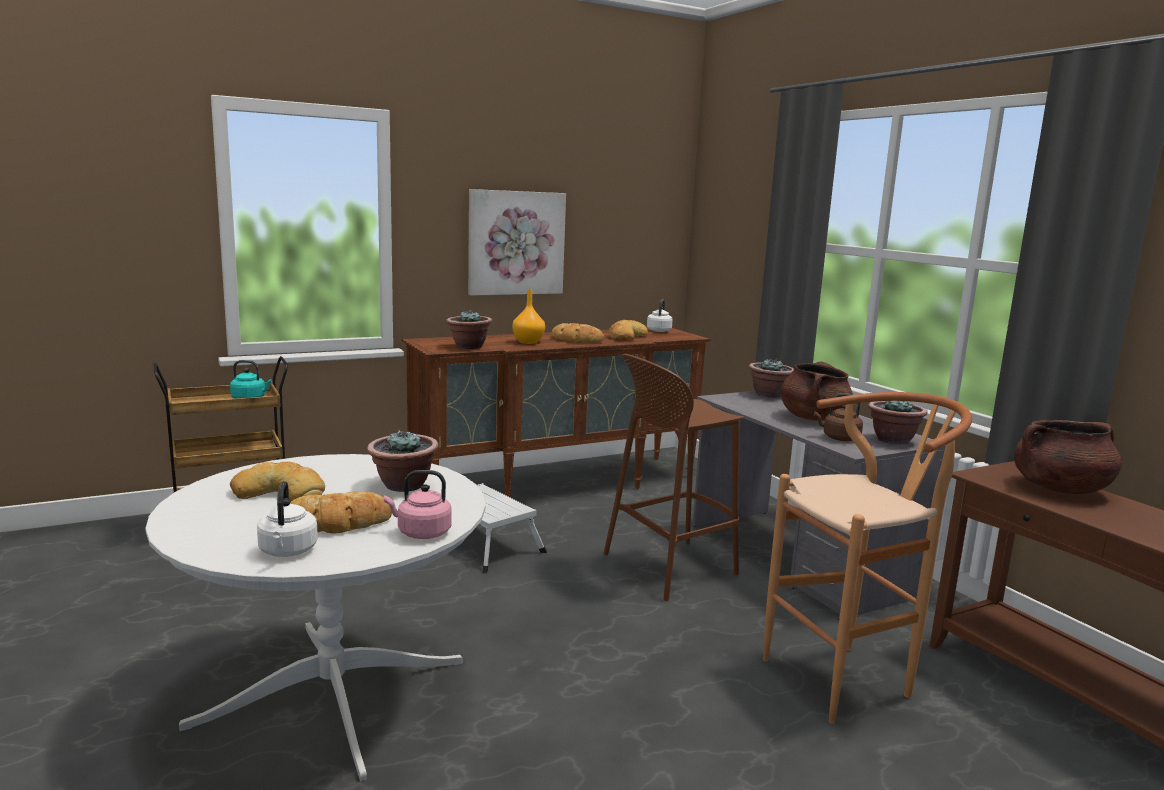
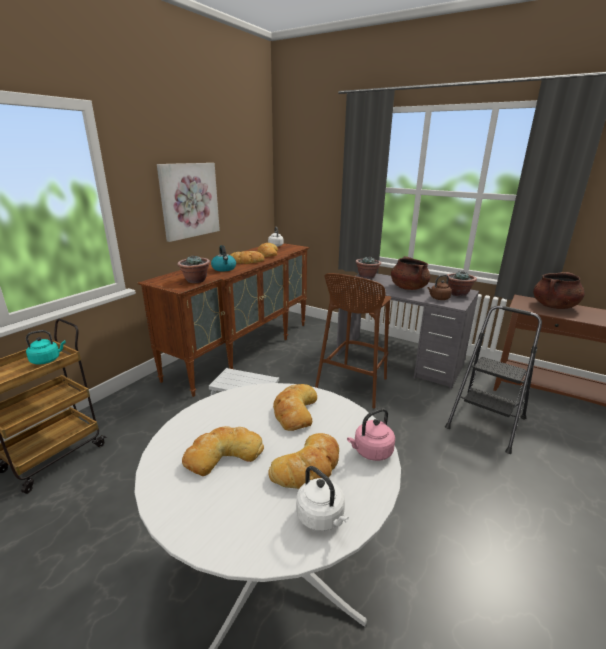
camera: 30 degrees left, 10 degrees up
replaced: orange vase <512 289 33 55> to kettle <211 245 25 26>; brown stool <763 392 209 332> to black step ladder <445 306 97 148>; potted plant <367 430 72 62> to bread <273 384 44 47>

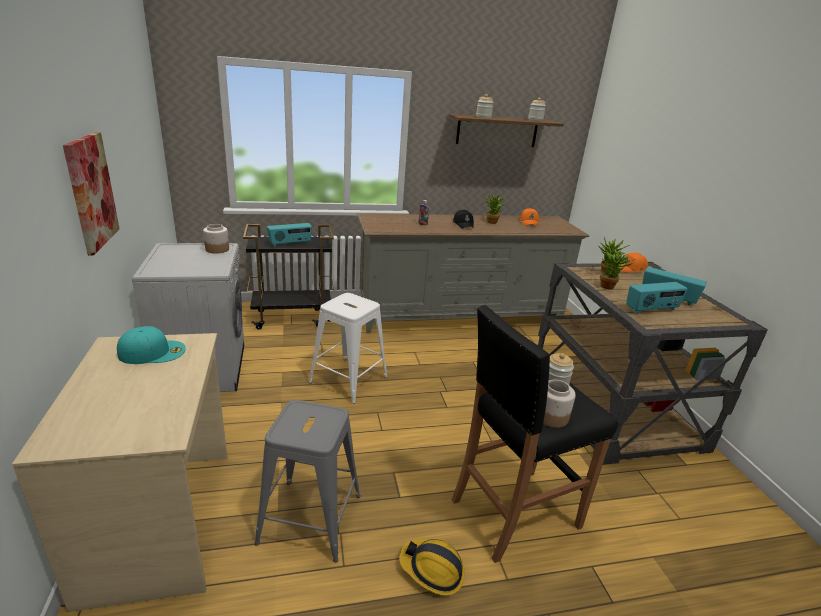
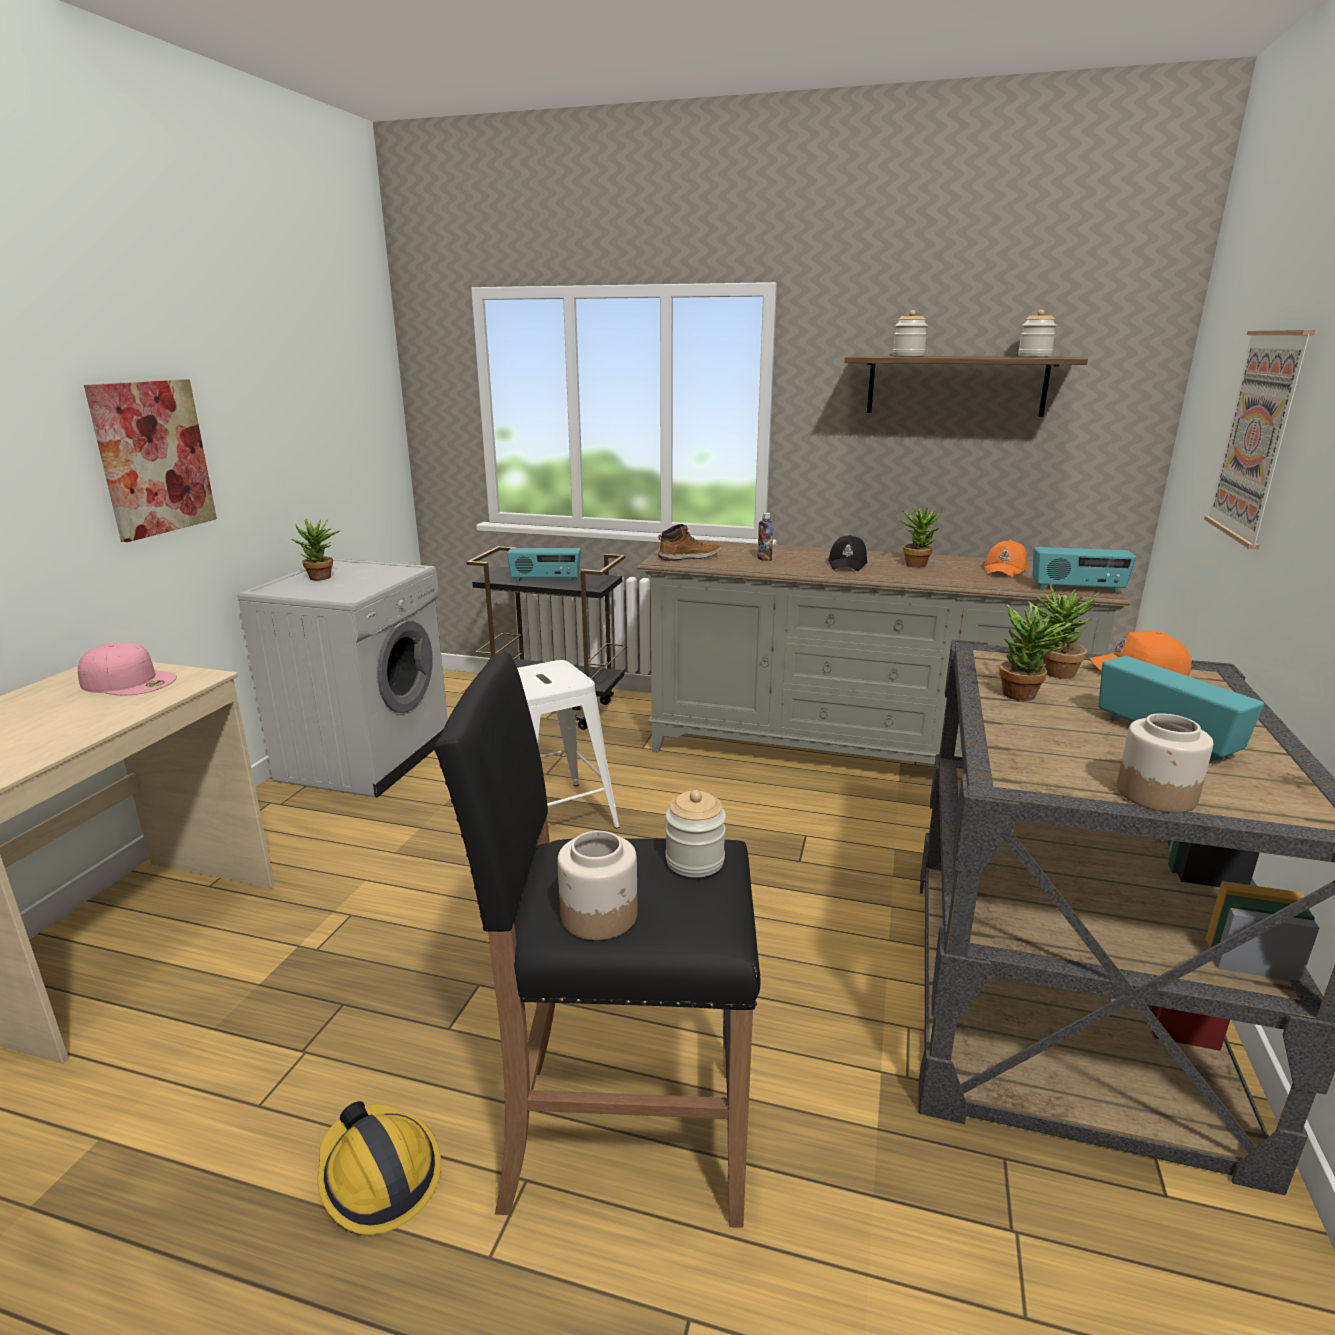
camera: 30 degrees right, 5 degrees down
removed: grey stool <255 400 105 162>
added: picture <1204 330 111 219>; potted plant <292 518 48 62>; boot <658 524 63 37>
moved: jar <203 224 26 30> to <1117 713 96 100>; radio <626 282 62 32> to <1032 547 104 46>
recoloured: turquoise cap <117 326 69 38> to pink cap <78 642 99 53>

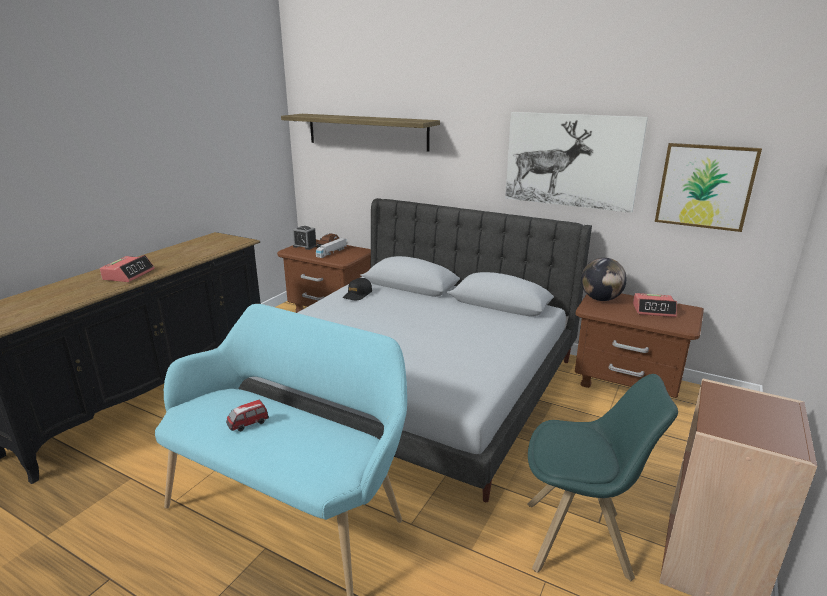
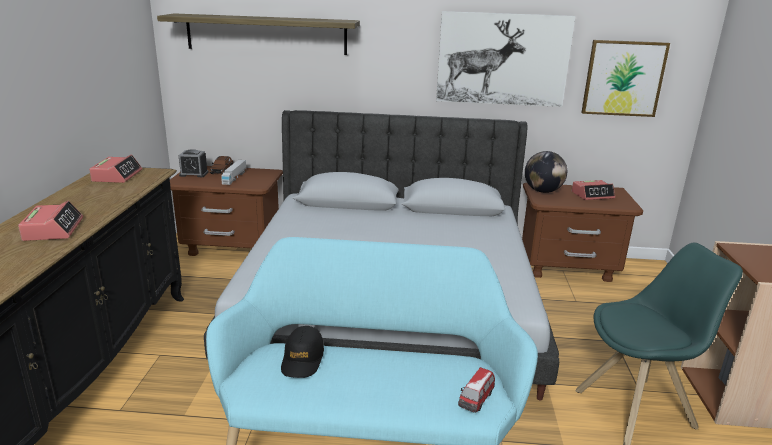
camera: 25 degrees left, 0 degrees up
added: alarm clock <89 155 53 28>
moved: black cap <343 278 29 22> to <281 326 43 52>; toy car <226 399 43 32> to <458 367 37 46>

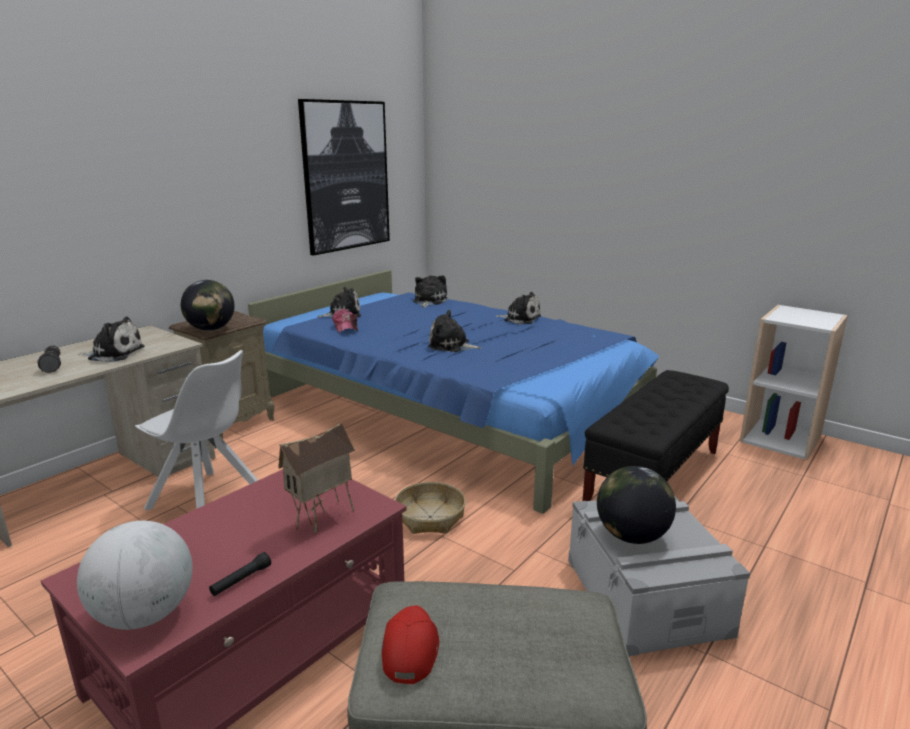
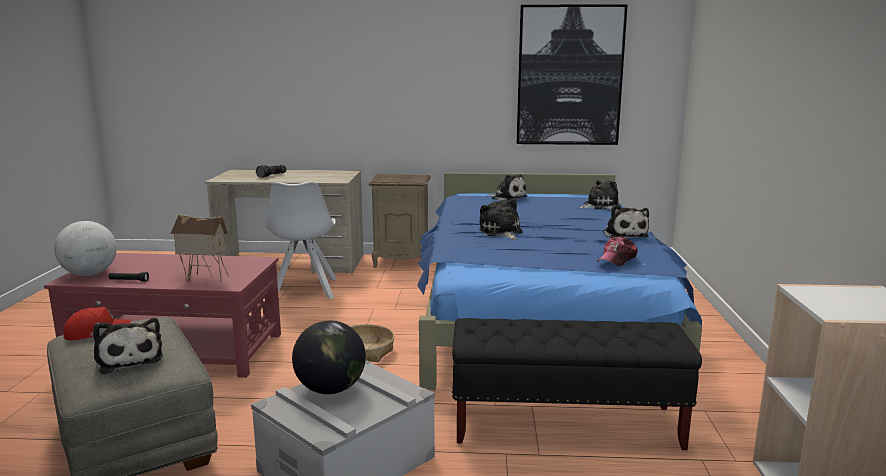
camera: 55 degrees right, 5 degrees down
removed: globe <181 280 54 50>
moved: cap <332 309 26 24> to <597 237 41 30>; plush toy <77 317 68 45> to <93 318 70 56>

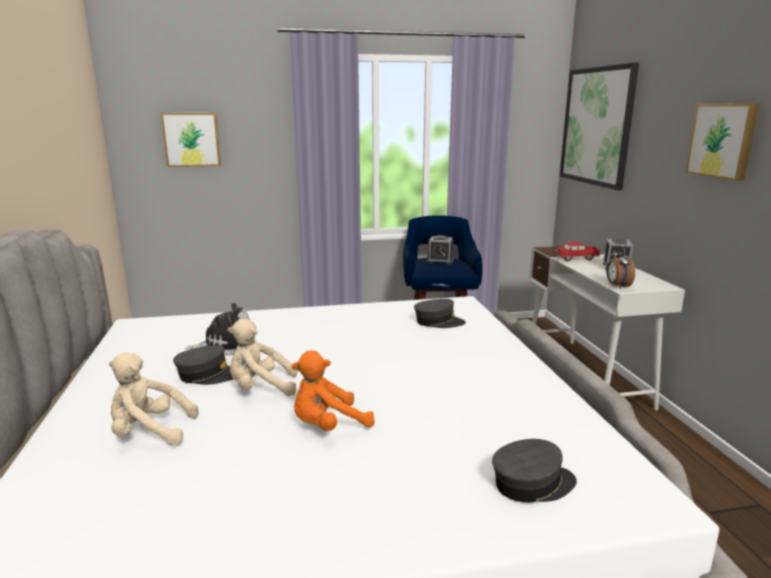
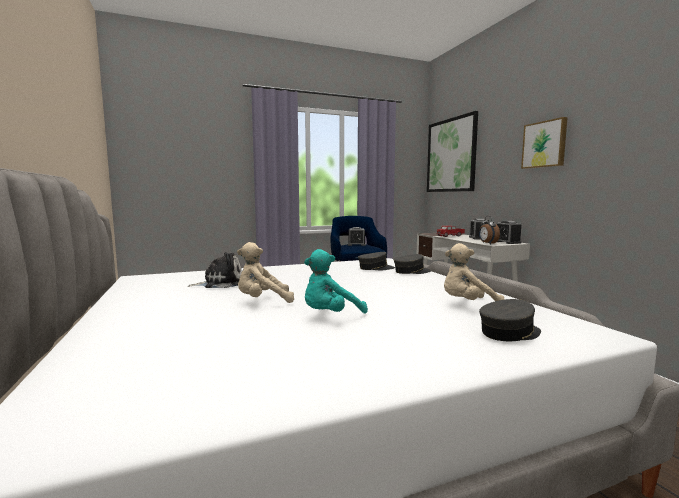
camera: 10 degrees left, 10 degrees down
removed: picture <161 113 60 54>
added: alarm clock <496 221 26 23>
moved: grey cap <173 345 60 40> to <394 254 37 20>; beige plush toy <109 353 90 92> to <444 243 61 58>
recoloured: orange plush toy <291 350 84 81> to turquoise plush toy <304 249 64 65>

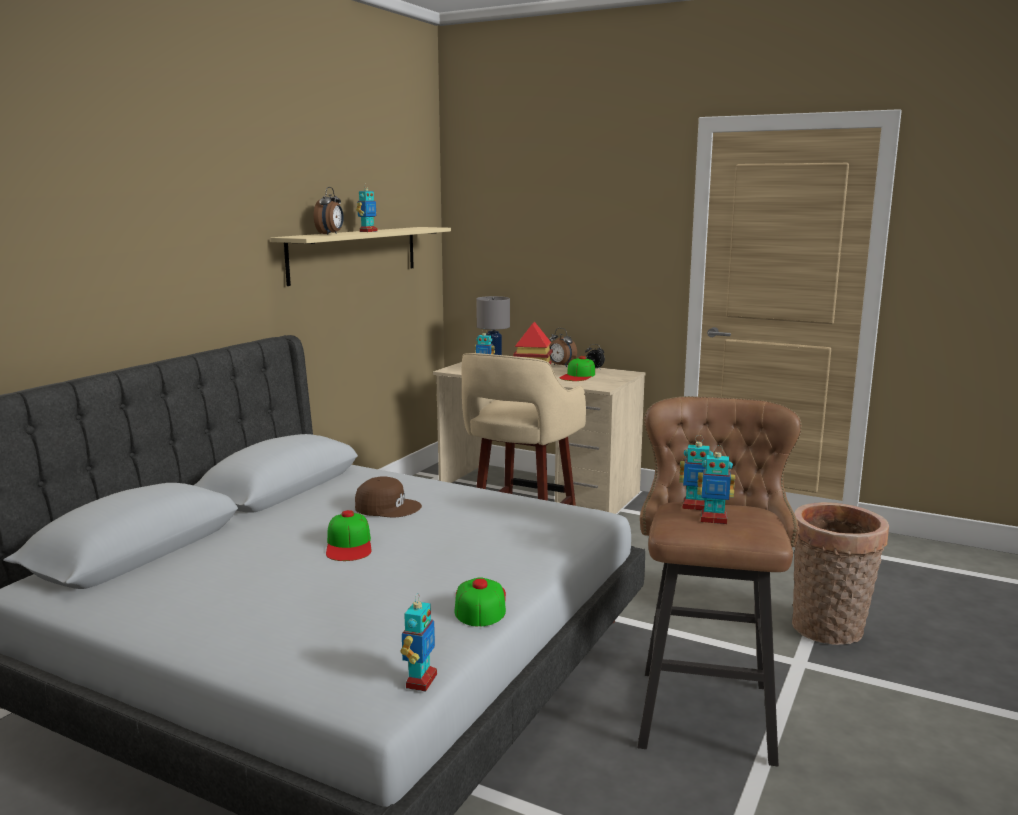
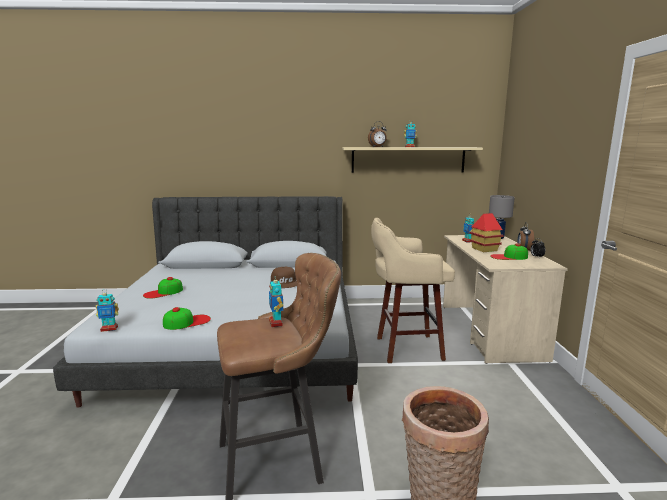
camera: 60 degrees right, 0 degrees up
removed: toy robot <697 445 38 79>
moved: cap <326 510 46 51> to <143 277 40 22>

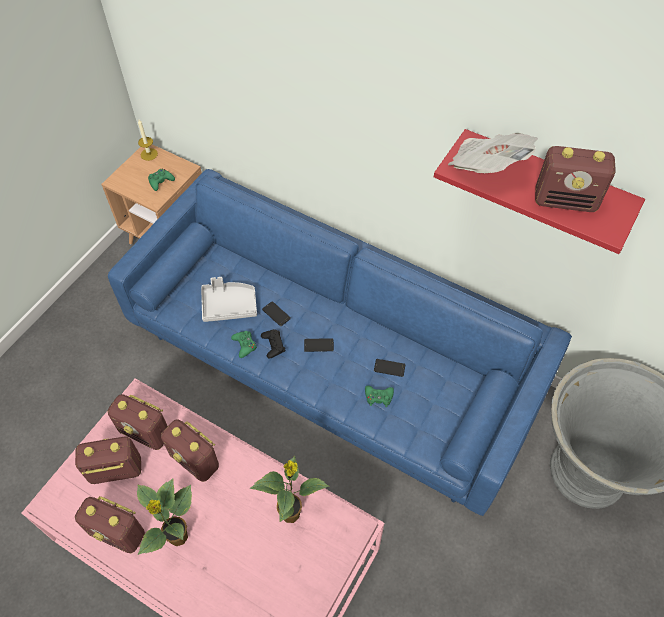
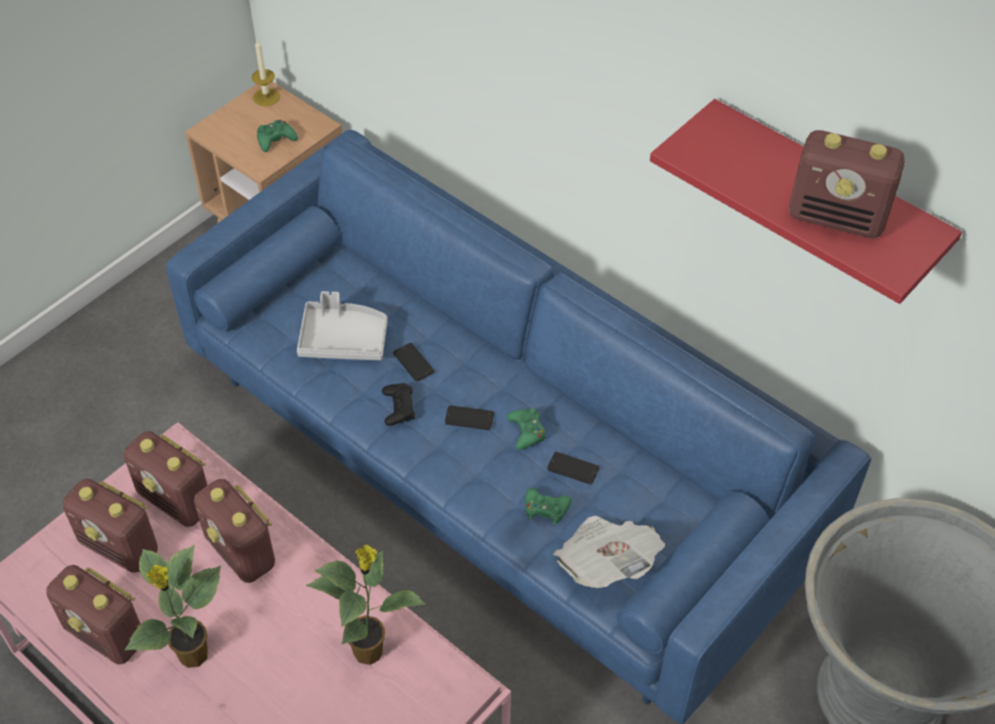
camera: 10 degrees right, 5 degrees down
moved: newspaper <448 133 90 40> to <553 516 112 72>; green game controller <231 331 26 27> to <507 408 39 42>
turned: radio <75 437 66 47> = <63 479 95 94> 150 degrees counterclockwise

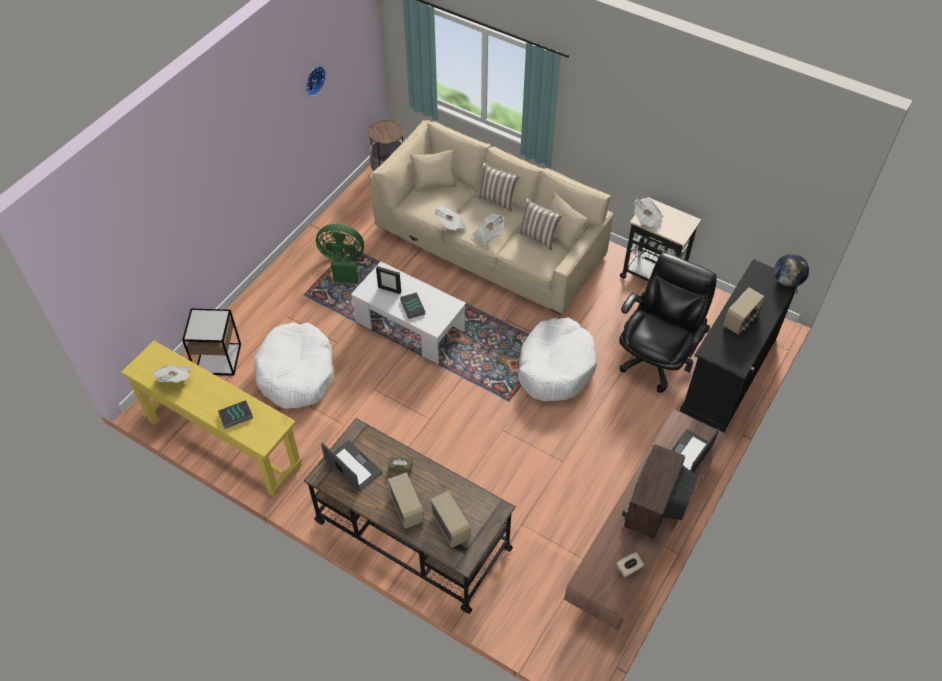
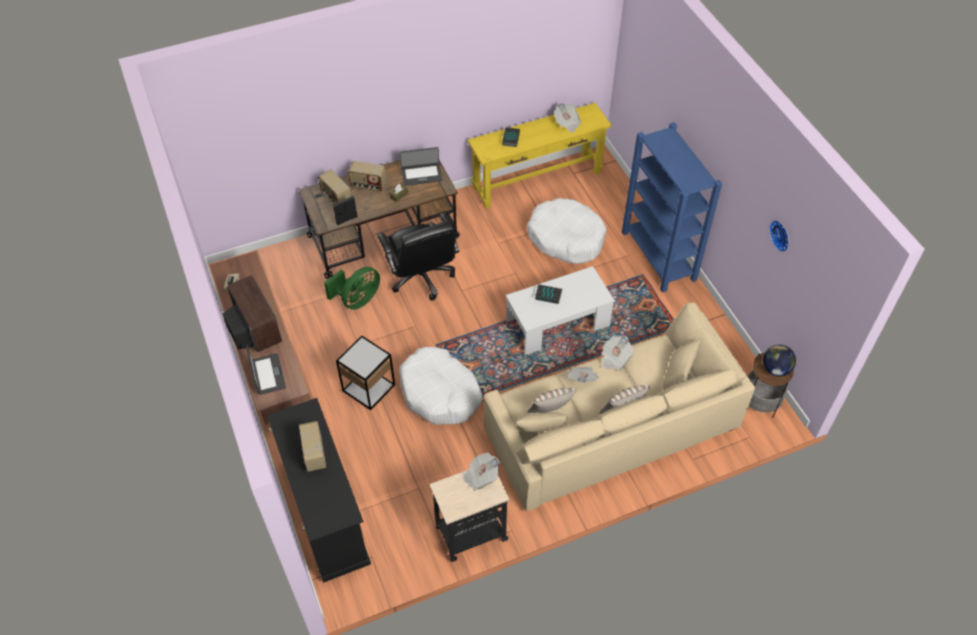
camera: 125 degrees right, 0 degrees up
added: blue bookcase <622 122 100 170>
moved: green fan <316 224 48 60> to <324 267 56 43>; black office chair <619 252 98 141> to <378 212 81 89>; globe <774 254 35 33> to <763 344 33 32>; picture frame <376 266 25 28> to <333 196 25 29>; side table <182 309 59 67> to <336 336 59 74>
turned: radio <430 491 41 57> = <318 170 33 35> 45 degrees clockwise

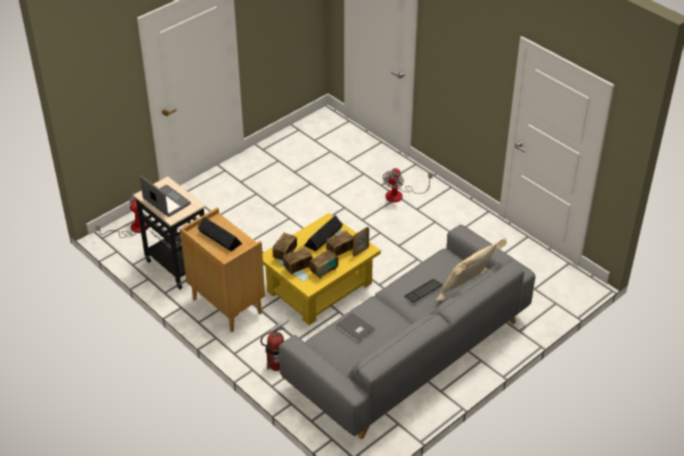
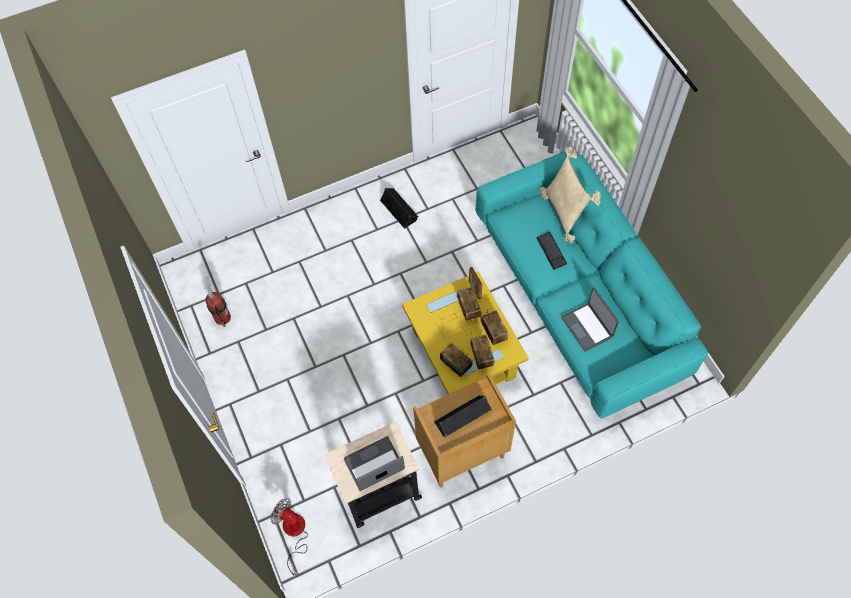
camera: 70 degrees left, 20 degrees up
removed: fan <382 168 51 34>
moved: black speaker <304 214 39 38> to <380 188 38 41>; fire extinguisher <260 319 30 52> to <205 276 26 51>
replaced: grey book <336 312 39 31> to laptop <561 287 58 65>
recoloured: grey sofa <279 225 256 214> to turquoise sofa <475 151 234 267>

